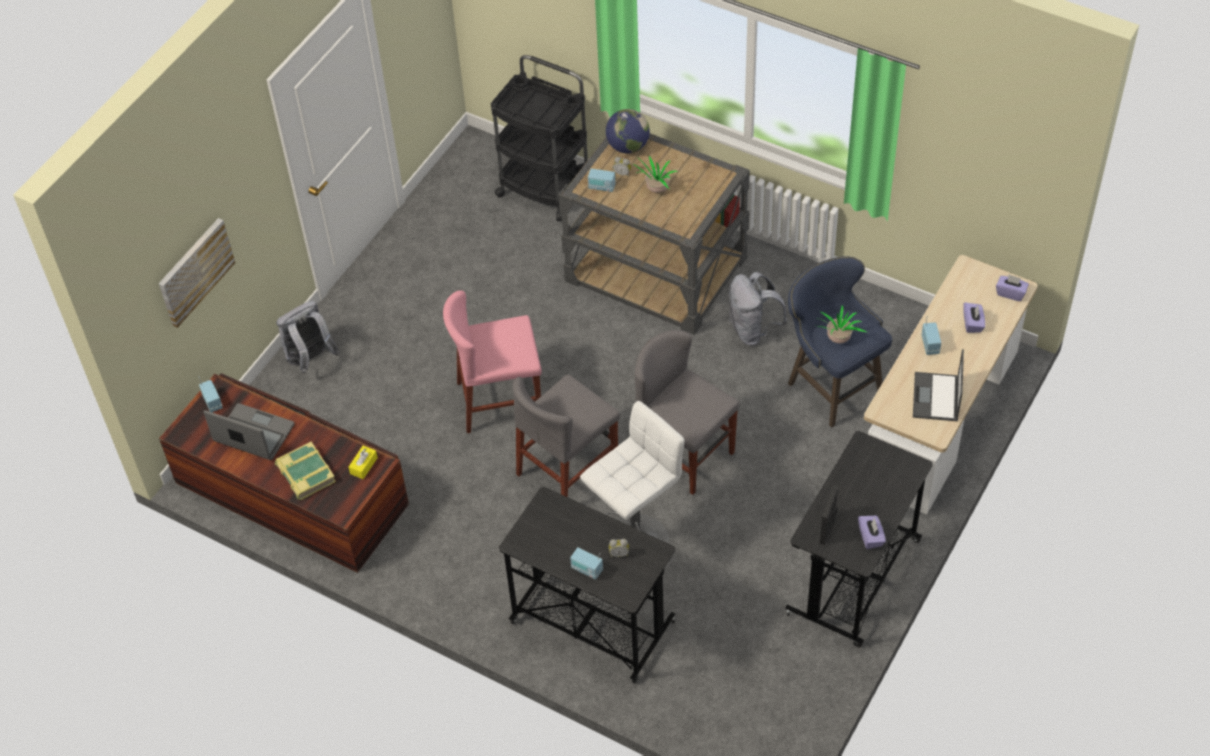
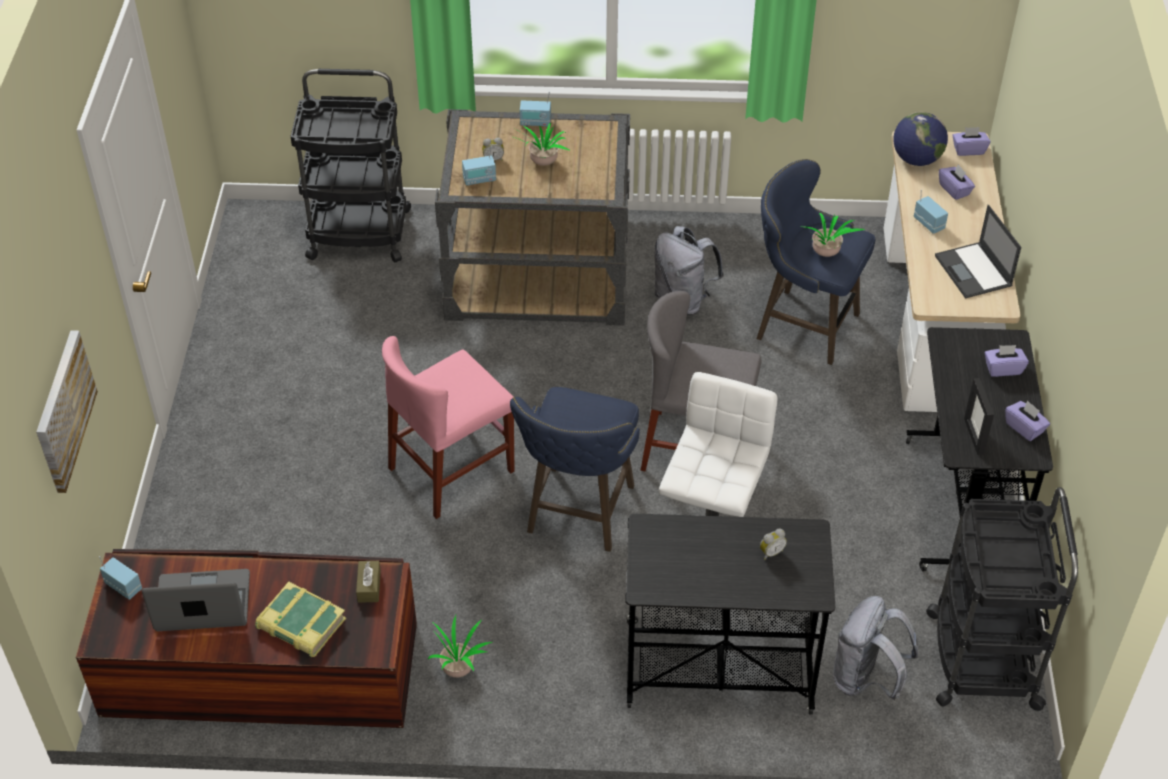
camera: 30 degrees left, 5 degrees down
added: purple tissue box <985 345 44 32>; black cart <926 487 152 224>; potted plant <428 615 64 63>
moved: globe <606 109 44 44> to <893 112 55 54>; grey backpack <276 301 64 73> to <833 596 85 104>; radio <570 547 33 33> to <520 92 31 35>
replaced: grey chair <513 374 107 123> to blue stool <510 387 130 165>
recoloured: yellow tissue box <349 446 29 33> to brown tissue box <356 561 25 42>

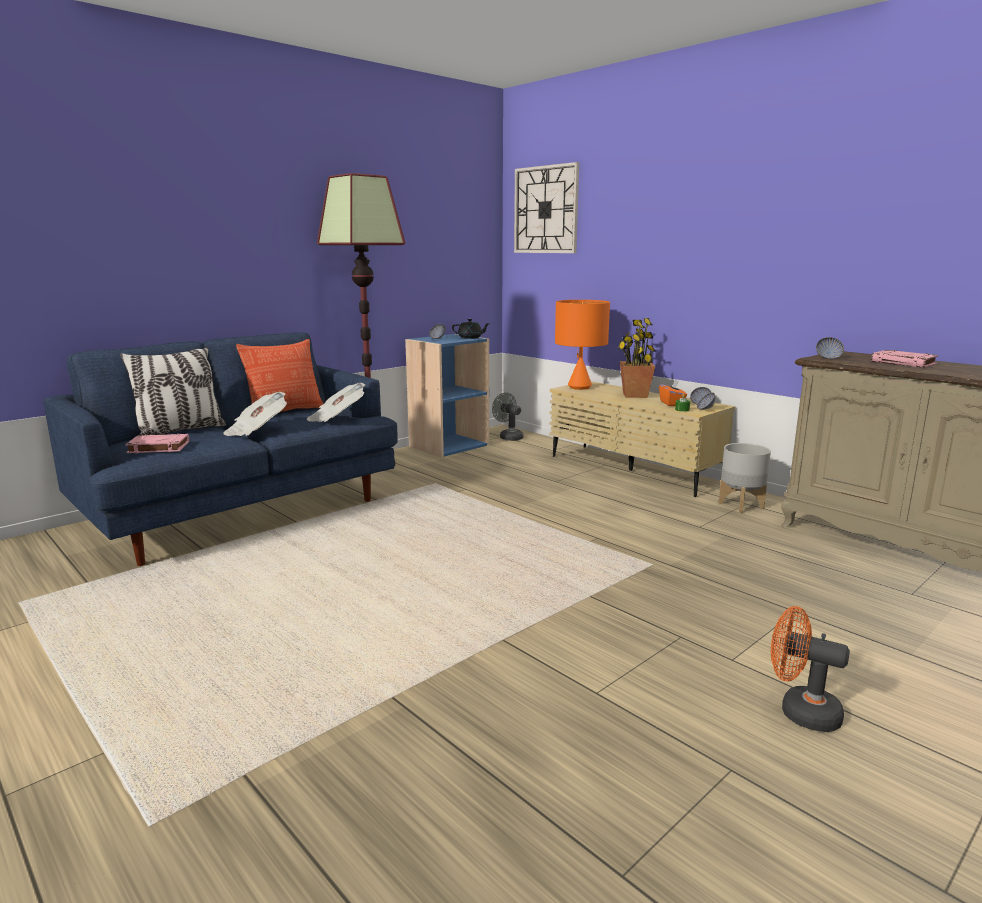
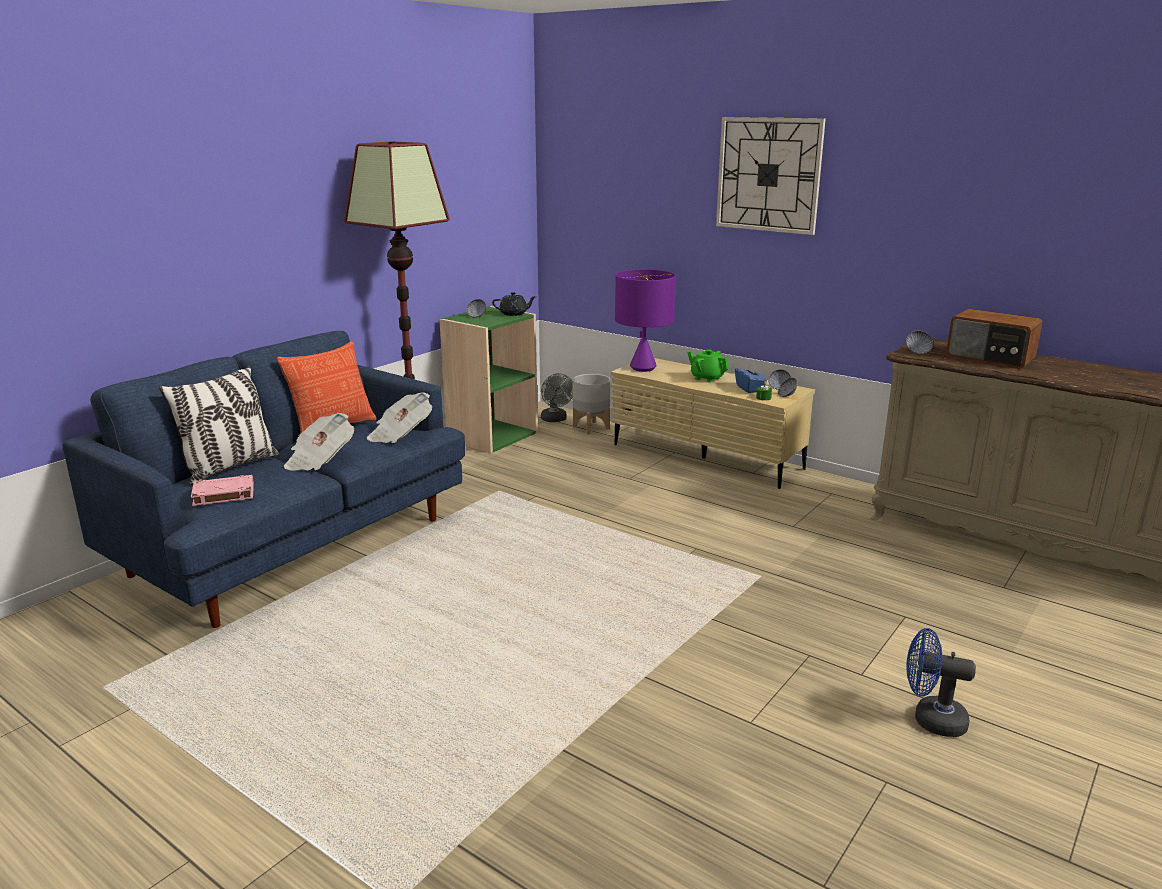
camera: 10 degrees left, 5 degrees up
moved: wall clock <514 162 65 91> to <716 117 110 118>; grey planter <719 443 52 70> to <573 374 37 61>
replaced: potted plant <618 318 38 80> to green teapot <687 349 42 33>; pink book <871 350 68 18> to radio <946 309 96 60>
recoloured: orange table lamp <555 300 55 90> to purple table lamp <615 269 61 103>; blue bookcase <405 334 84 123> to green bookcase <439 306 99 148>; orange tissue box <659 379 28 27> to blue tissue box <735 362 32 31>; orange fan <771 606 79 126> to blue fan <907 628 69 109>
turned: grey fan <492 392 32 49> = <541 373 32 49> 150 degrees counterclockwise

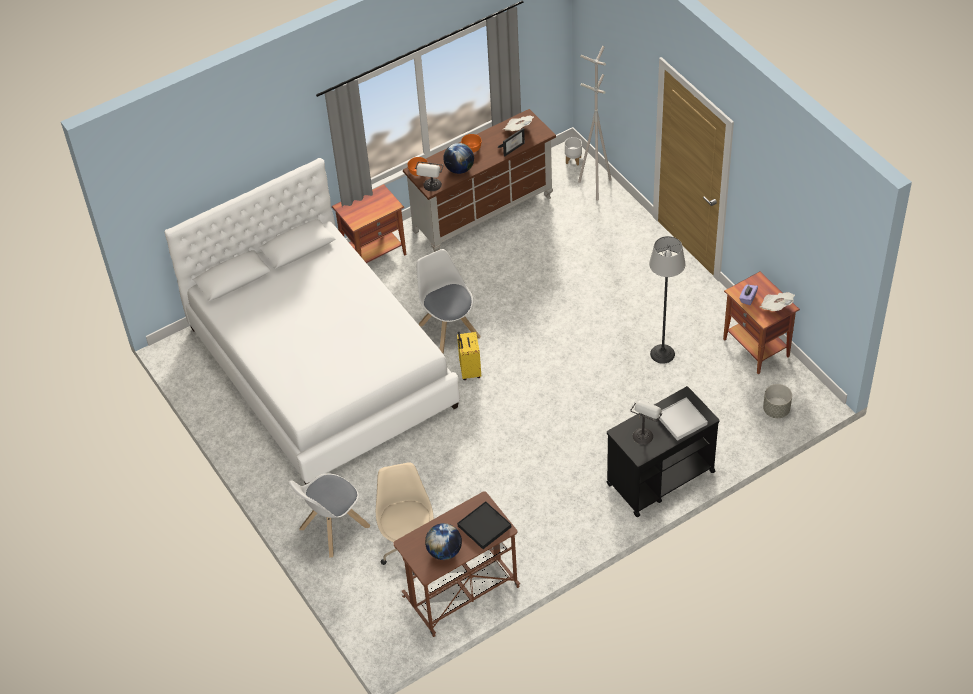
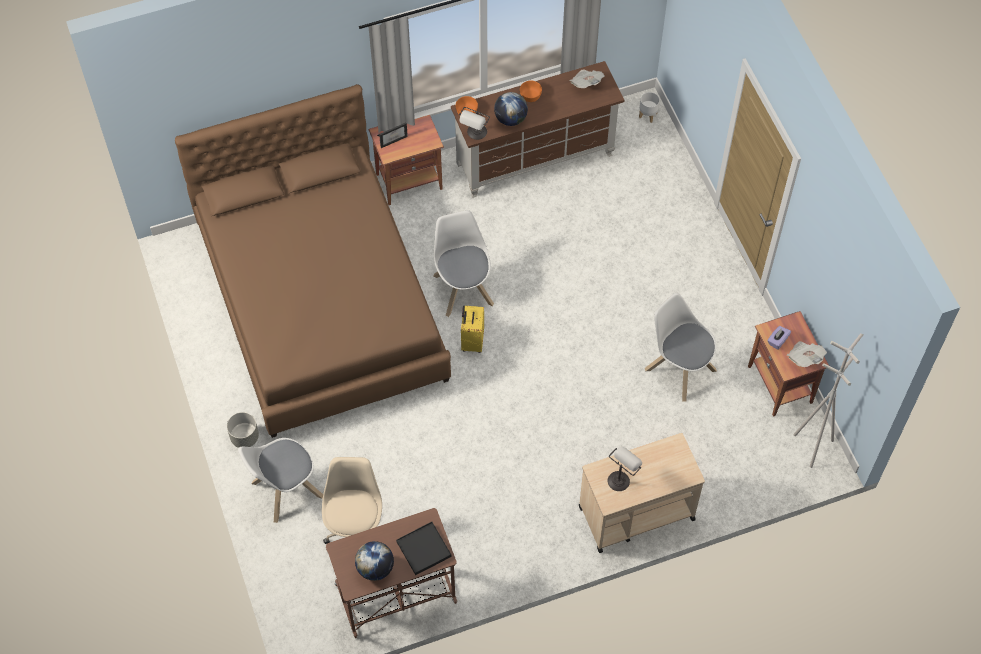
camera: 10 degrees right, 10 degrees up
removed: white tray <658 397 50 44>
moved: grey clothes rack <578 46 34 155> to <793 333 70 135>; picture frame <498 128 27 28> to <377 122 31 26>; grey planter <763 384 29 34> to <227 412 32 36>
replaced: floor lamp <649 236 37 128> to chair <645 293 72 109>
recoloured: white bed <165 158 295 327> to brown bed <175 84 276 354>; black cart <607 386 112 131> to beige cart <579 433 126 120>

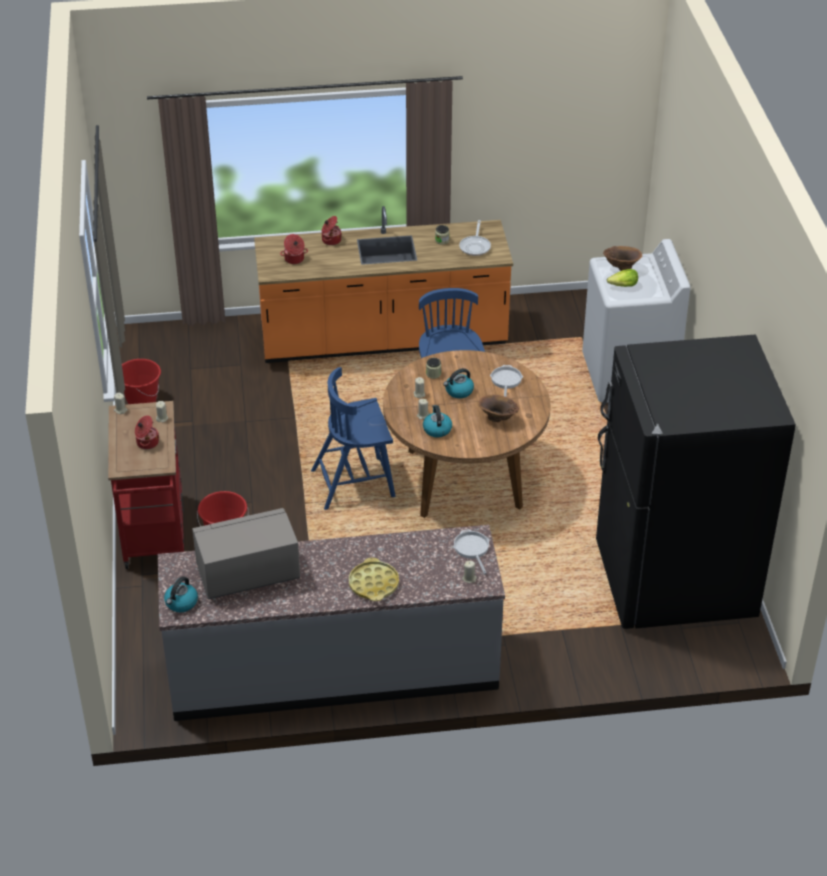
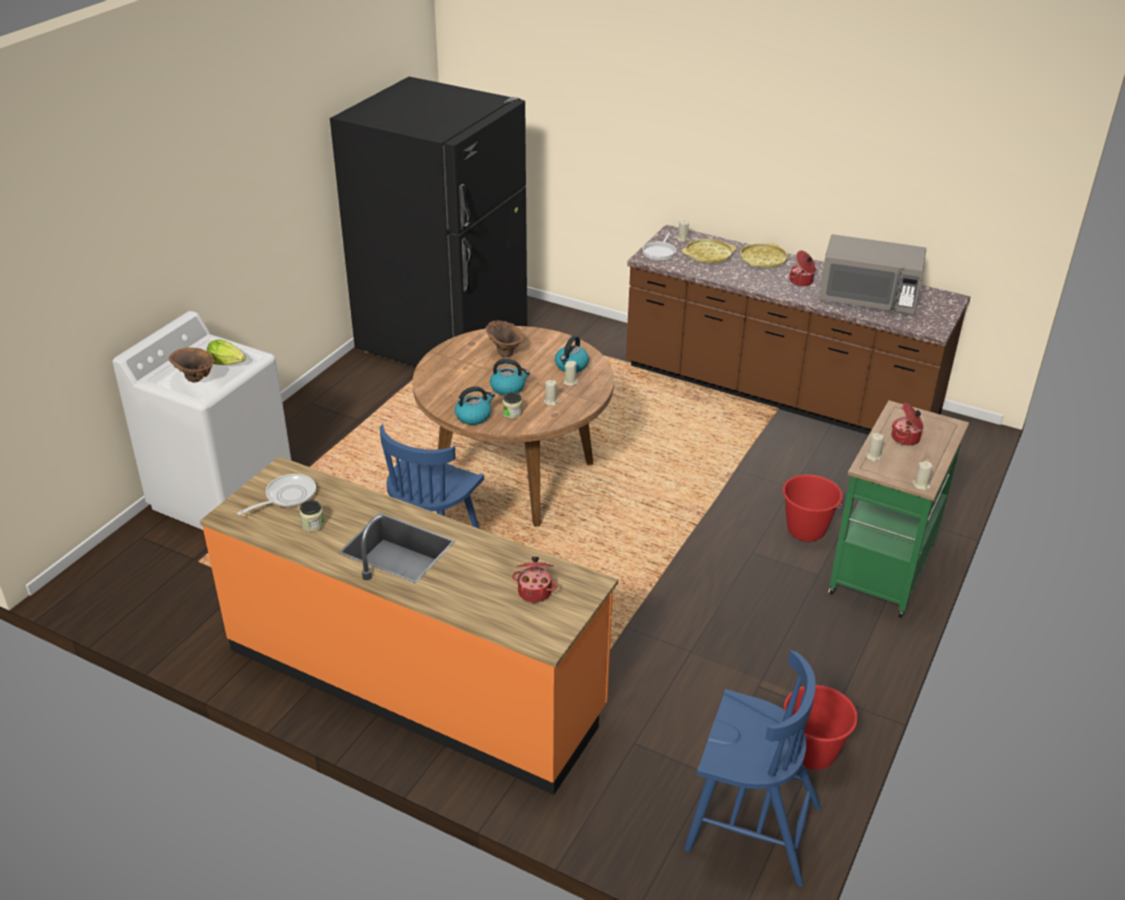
camera: 145 degrees left, 5 degrees down
removed: frying pan <490 365 33 32>
added: yellow tray <682 239 54 25>
moved: cooking pot <322 216 20 29> to <789 250 28 36>; blue chair <311 367 85 143> to <684 650 137 237>; kettle <164 576 34 36> to <455 386 40 39>
recoloured: red cart <108 401 76 168> to green cart <828 400 141 218>; grey counter <158 525 347 196> to brown counter <626 225 344 210>

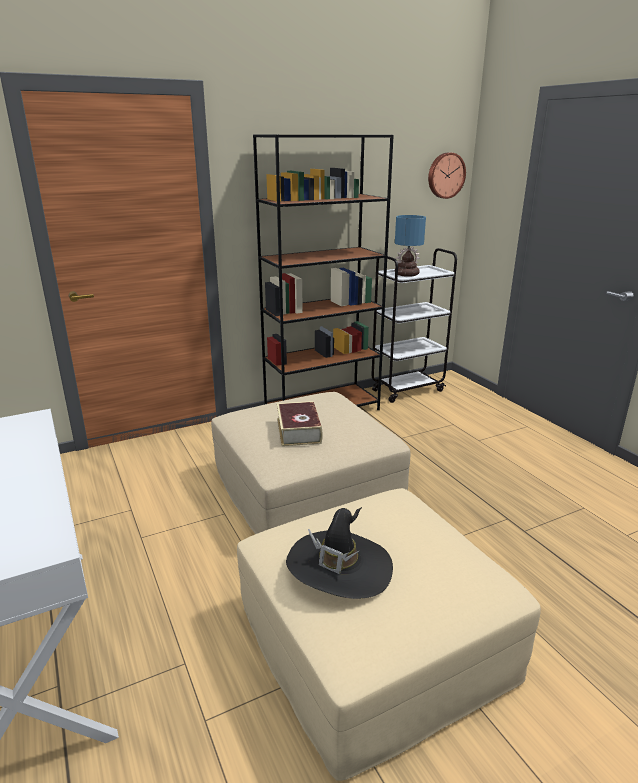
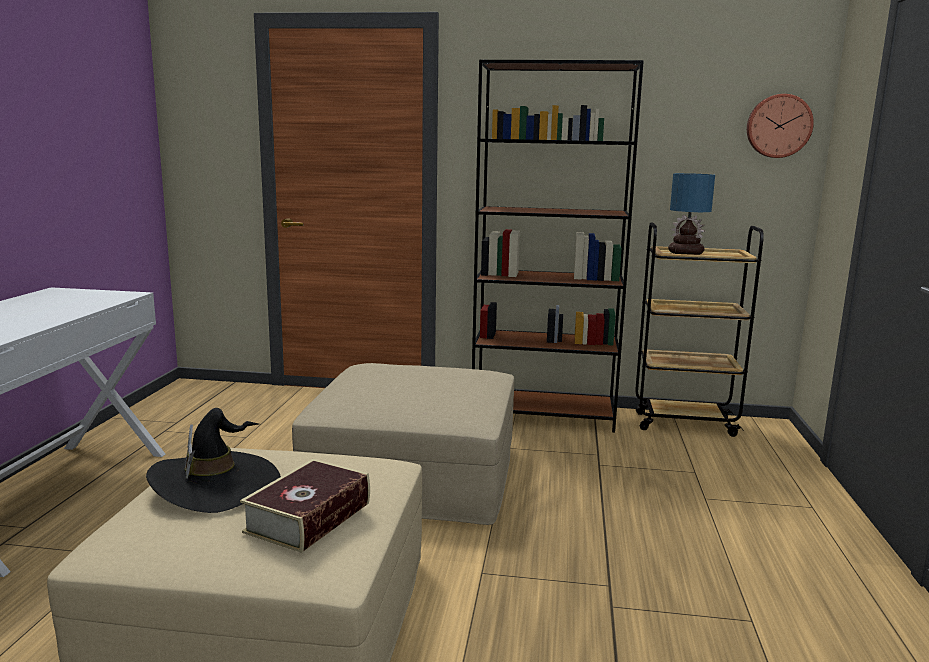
camera: 35 degrees right, 10 degrees down
moved: book <277 401 46 45> to <240 459 130 94>
recoloured: white cart <372 248 85 155> to brown cart <635 222 129 215>

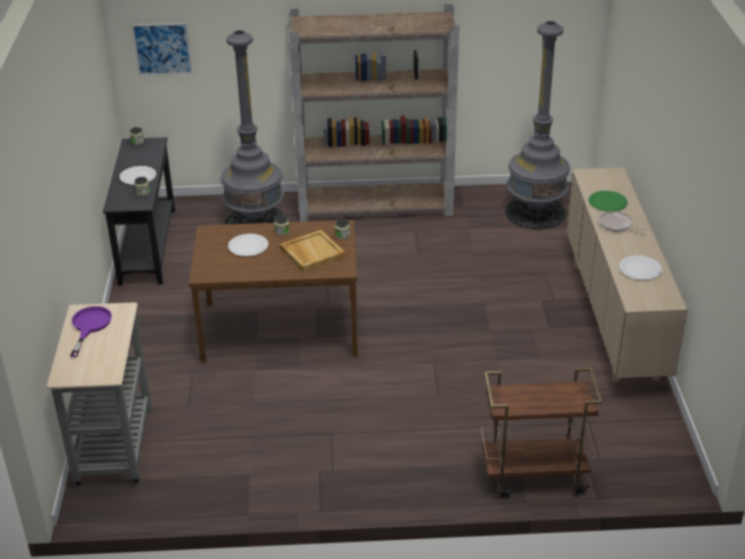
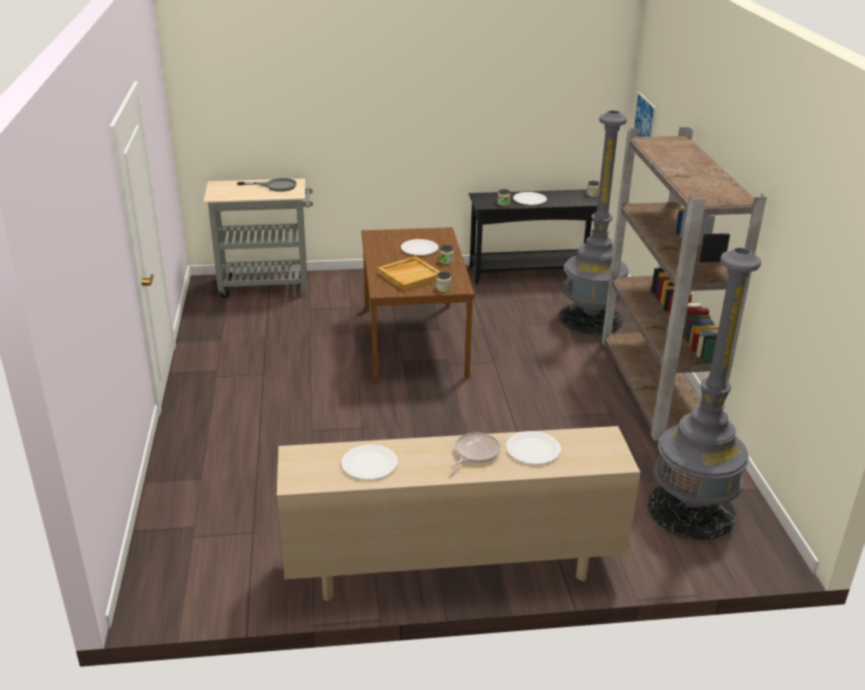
camera: 85 degrees right, 5 degrees down
removed: brown cart <481 367 122 132>
recoloured: green plate <588 191 40 20> to white plate <506 431 55 34>; purple frying pan <70 306 42 51> to grey frying pan <237 178 60 14>

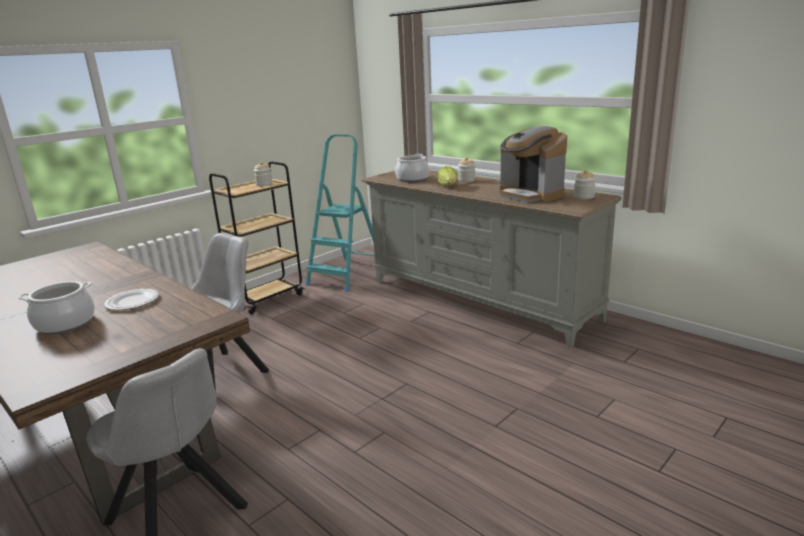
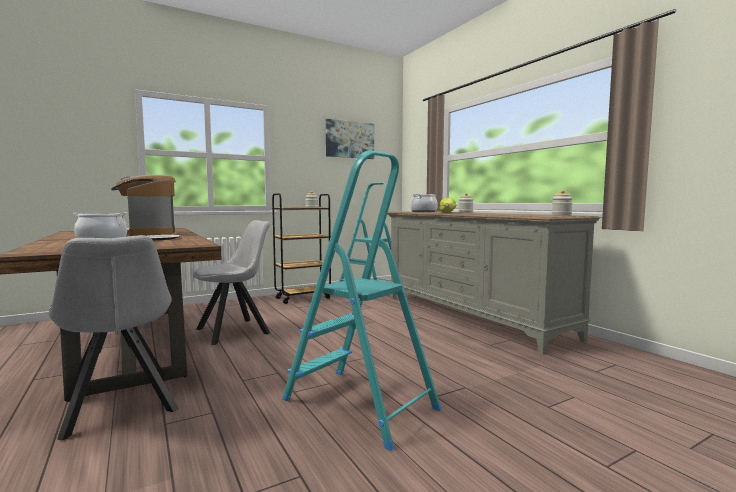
camera: 15 degrees right, 15 degrees down
added: picture <326 119 48 40>; turquoise step ladder <282 150 160 301>
moved: coffee machine <500 126 67 77> to <111 175 65 61>

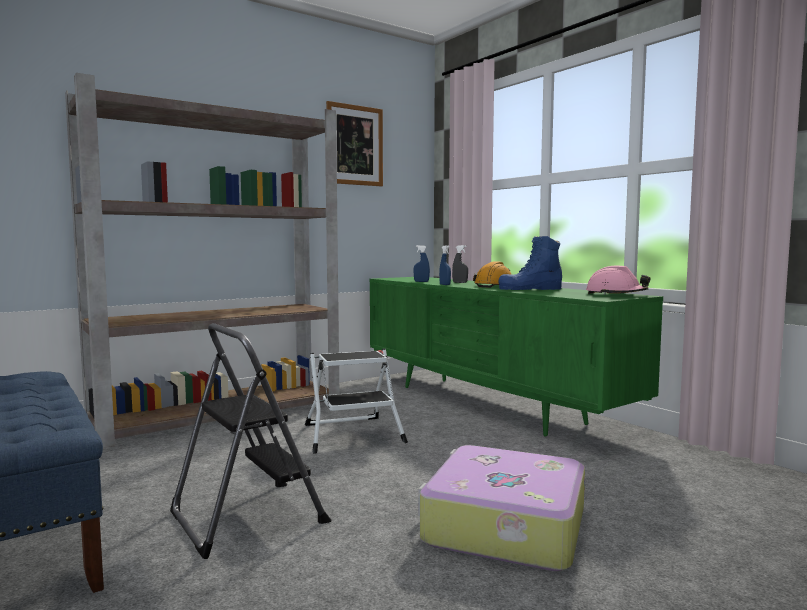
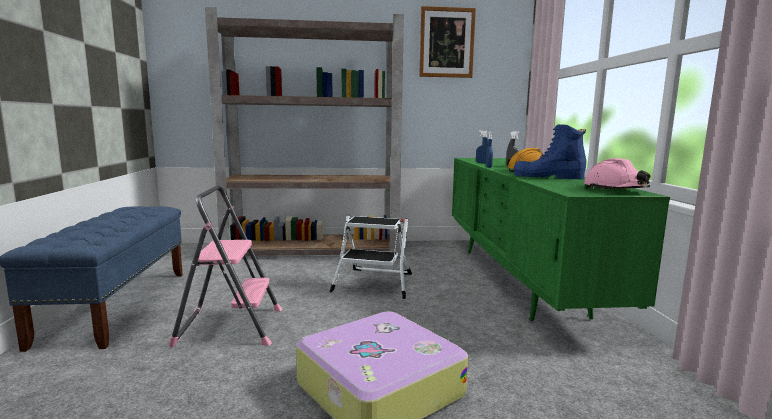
camera: 30 degrees right, 5 degrees up
recoloured: black step ladder <170 323 161 236> to pink step ladder <169 185 114 163>

